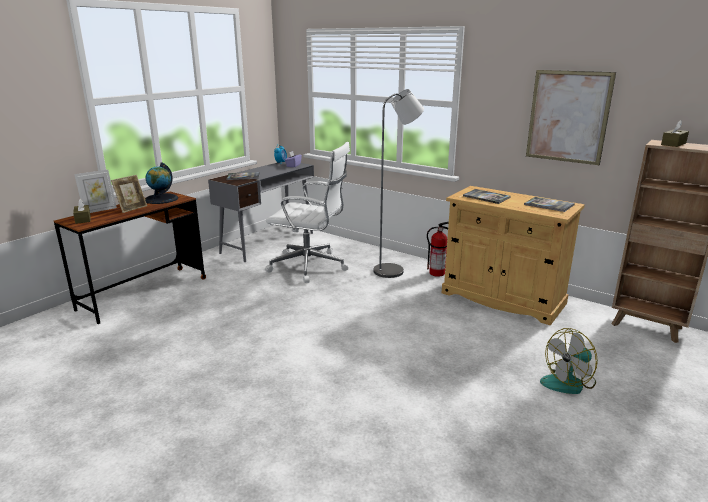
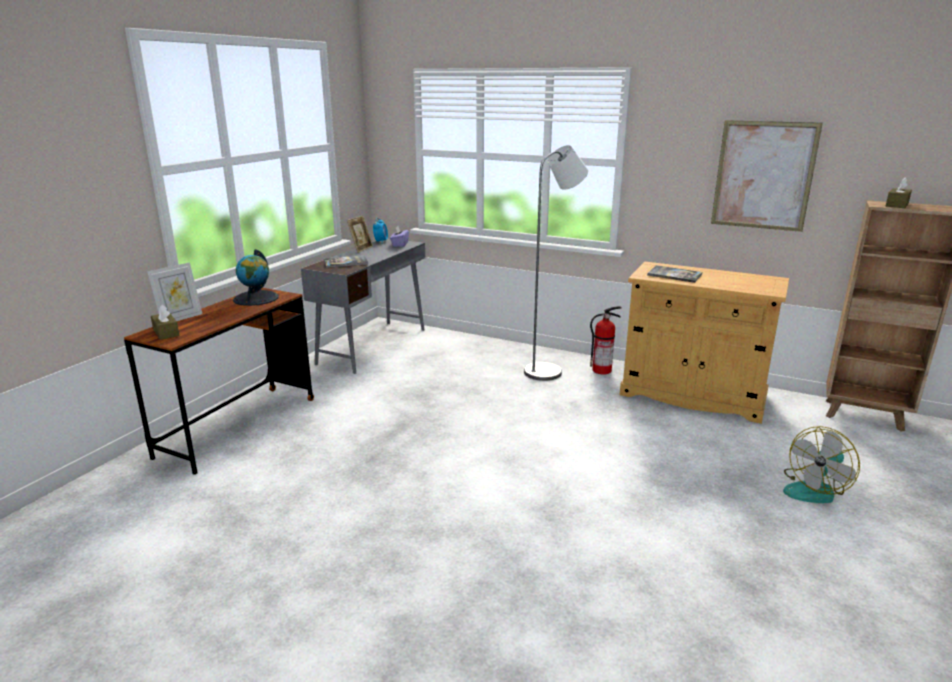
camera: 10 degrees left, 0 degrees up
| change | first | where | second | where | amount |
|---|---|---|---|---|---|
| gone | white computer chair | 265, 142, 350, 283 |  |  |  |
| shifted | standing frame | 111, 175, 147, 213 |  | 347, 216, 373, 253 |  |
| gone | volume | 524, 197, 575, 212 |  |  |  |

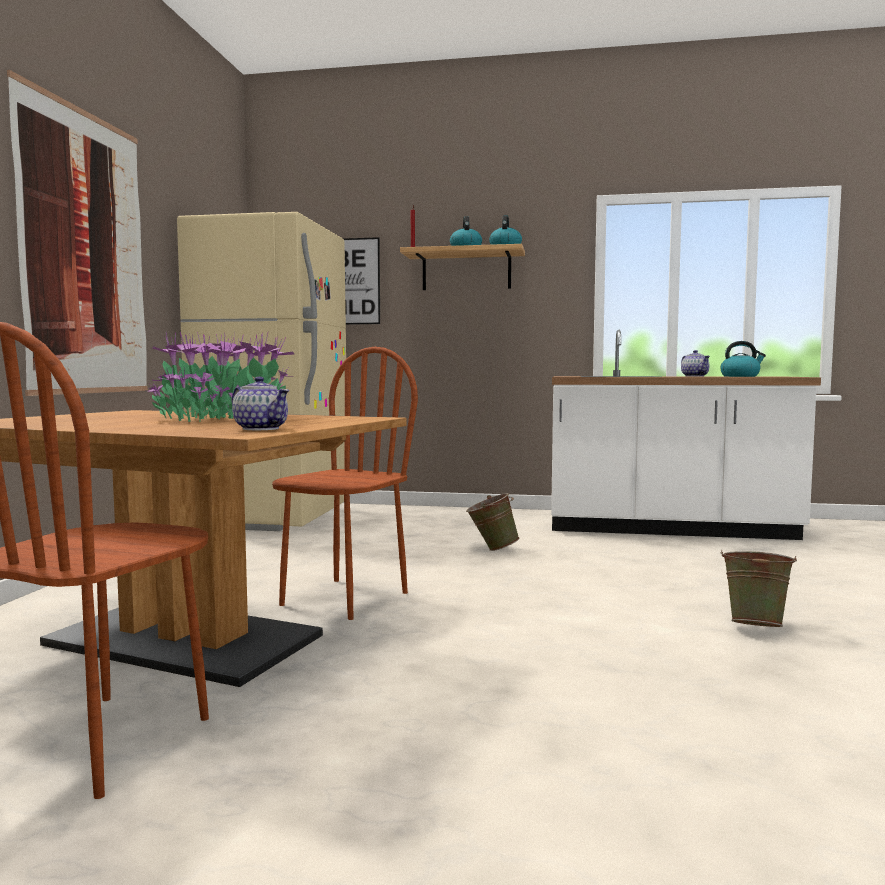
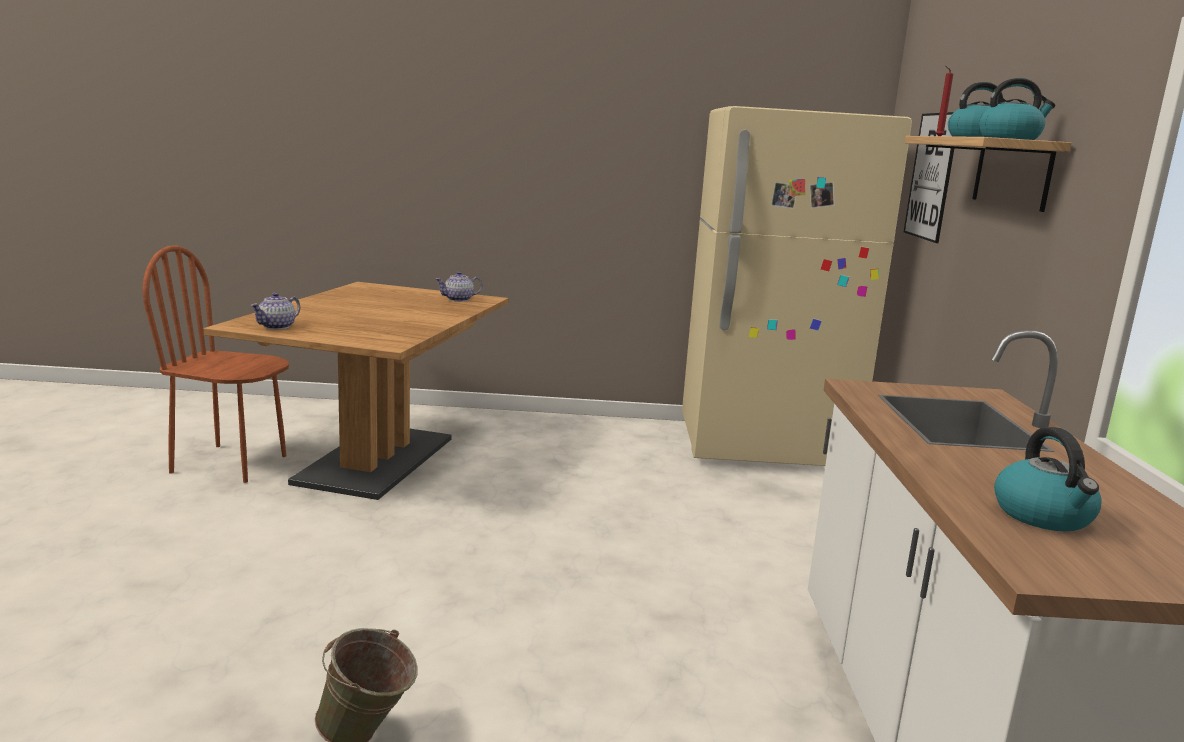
camera: 80 degrees right, 10 degrees up
| change | first | where | second | where | amount |
|---|---|---|---|---|---|
| gone | wall picture | 7, 70, 148, 396 |  |  |  |
| gone | plant in a pot | 145, 332, 294, 422 |  |  |  |
| gone | brown plain chair | 272, 347, 418, 620 |  |  |  |
| shifted | tea pot | 681, 350, 710, 377 |  | 436, 271, 483, 302 |  |
| gone | green-coloured pail | 466, 493, 520, 551 |  |  |  |

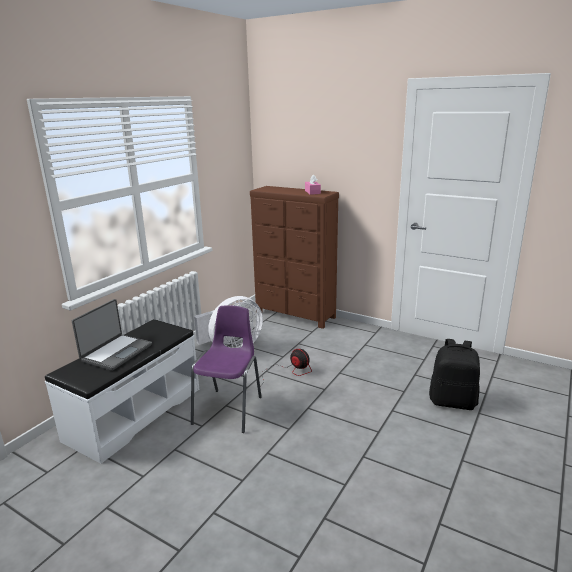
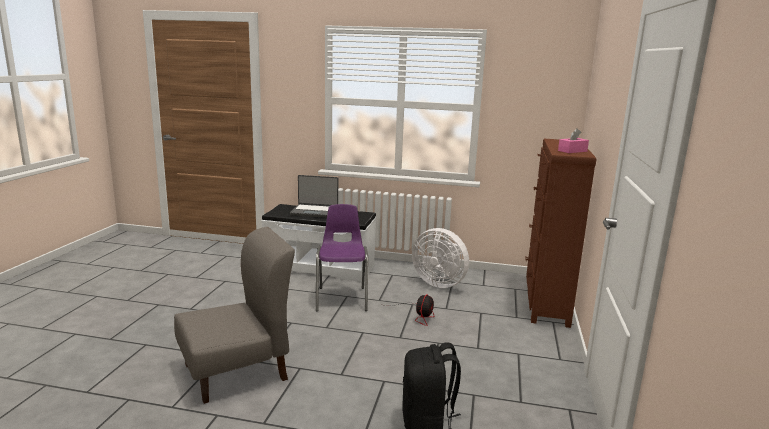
camera: 70 degrees right, 5 degrees down
| change | first | where | second | where | amount |
|---|---|---|---|---|---|
| rotated | purple plain chair | 191, 305, 262, 433 |  | 316, 204, 368, 311 | 90 degrees counterclockwise |
| new |  |  | grey plain chair | 174, 227, 295, 404 |  |

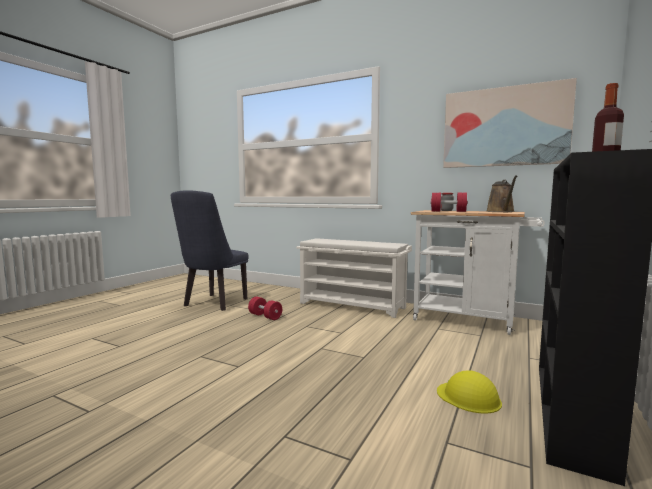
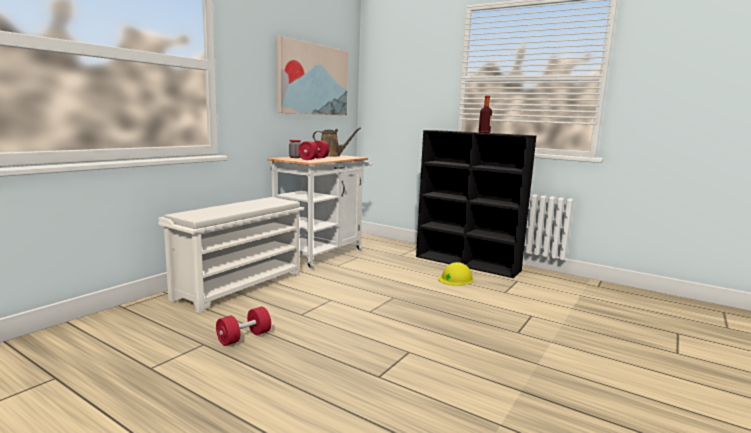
camera: 85 degrees left, 5 degrees up
| change | first | where | second | where | amount |
|---|---|---|---|---|---|
| gone | bluish plain chair | 171, 190, 249, 311 |  |  |  |

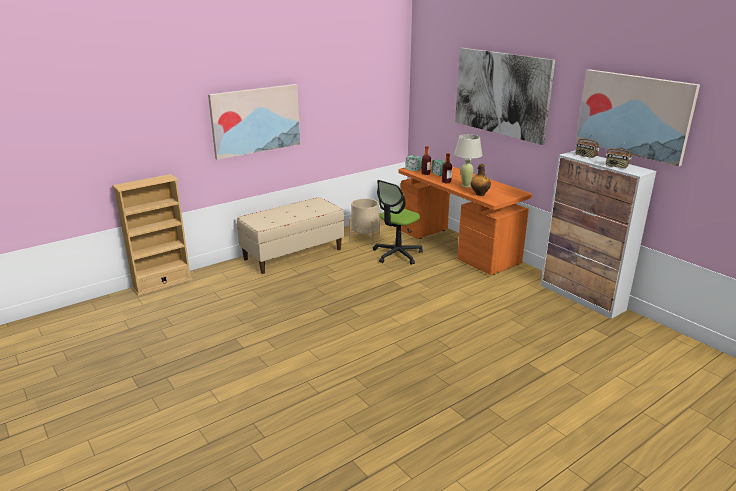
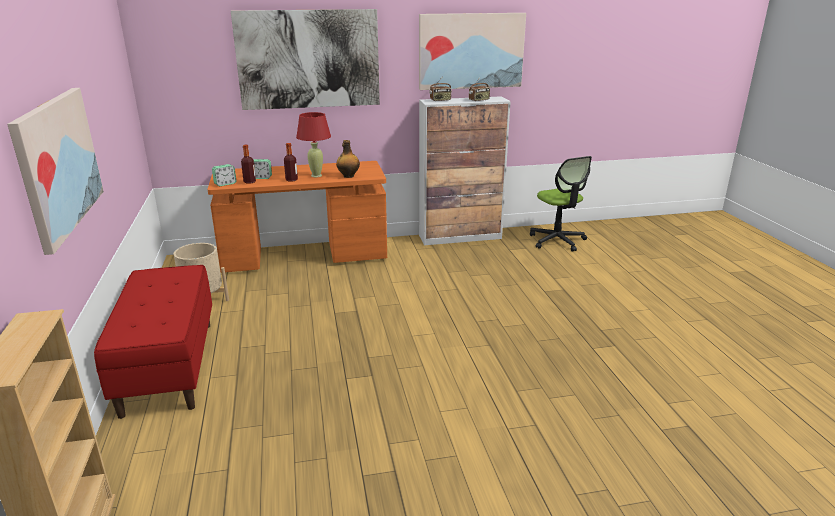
camera: 65 degrees left, 0 degrees up
| change | first | where | second | where | amount |
|---|---|---|---|---|---|
| repainted | sand-coloured table lamp | 454, 134, 482, 187 | reddish table lamp | 296, 112, 331, 177 |  |
| shifted | computer chair | 373, 180, 423, 264 |  | 530, 156, 592, 252 |  |
| repainted | sand-coloured long seat | 237, 197, 344, 274 | reddish long seat | 94, 265, 212, 419 |  |

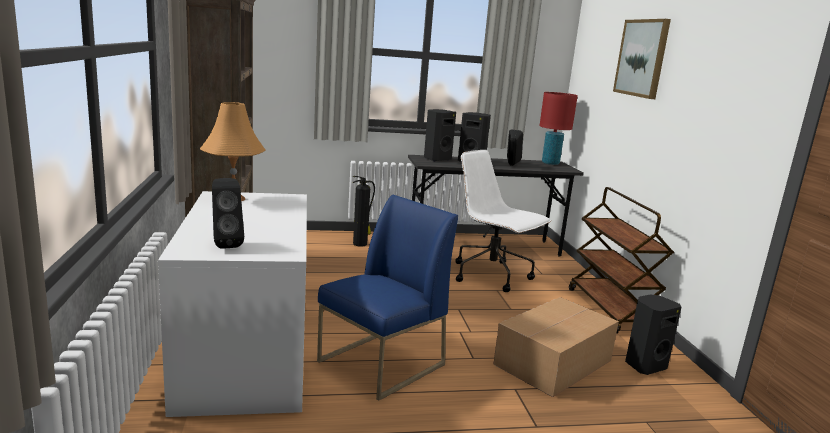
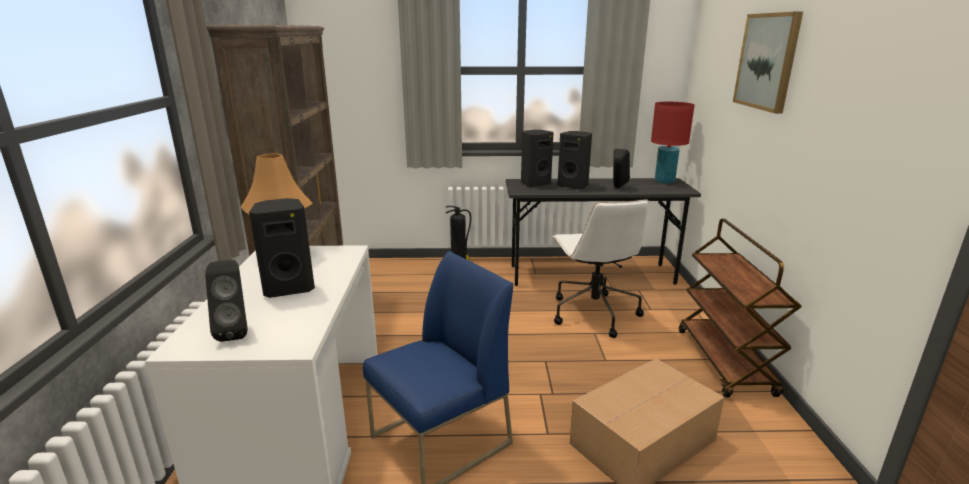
camera: 10 degrees right, 5 degrees up
| change | first | where | second | where | amount |
|---|---|---|---|---|---|
| rotated | white computer chair | 455, 150, 551, 292 |  | 552, 199, 649, 338 | 150 degrees counterclockwise |
| shifted | black audio speaker | 625, 295, 681, 375 |  | 249, 198, 315, 298 |  |

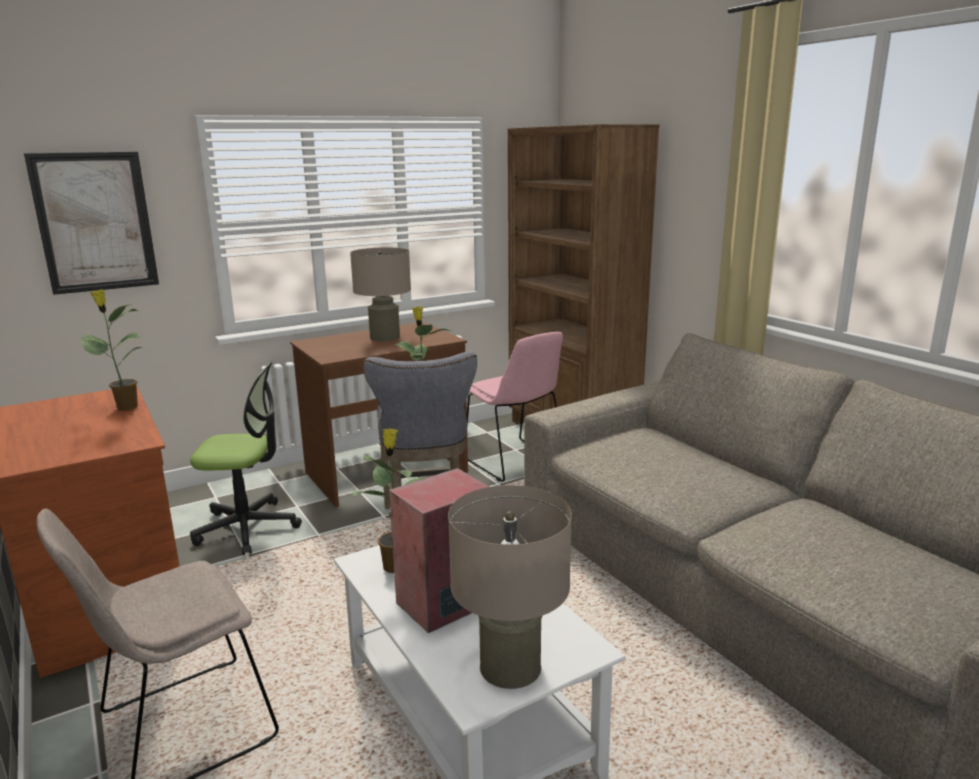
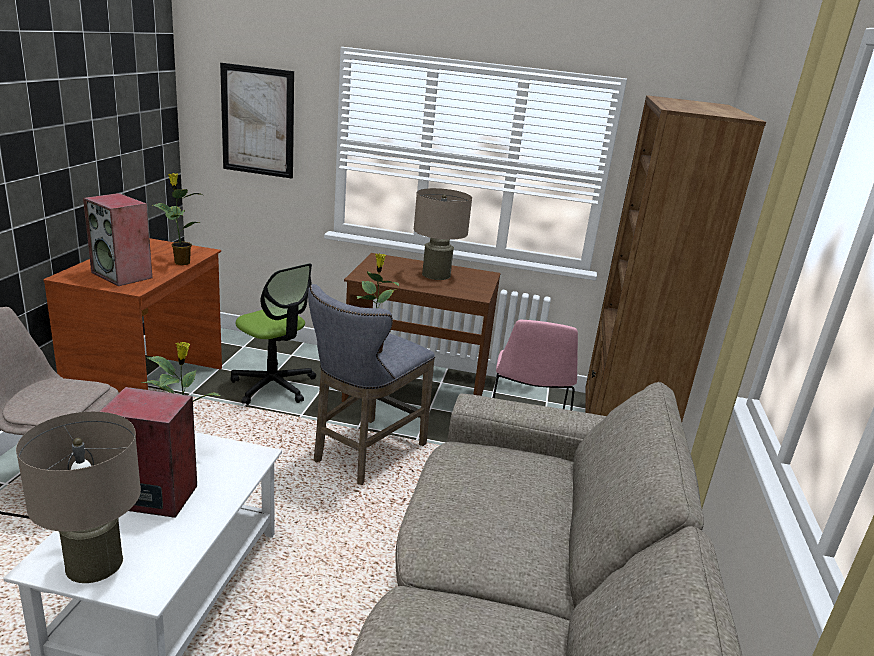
camera: 40 degrees right, 5 degrees up
| change | first | where | second | where | amount |
|---|---|---|---|---|---|
| new |  |  | audio speaker | 83, 193, 152, 286 |  |

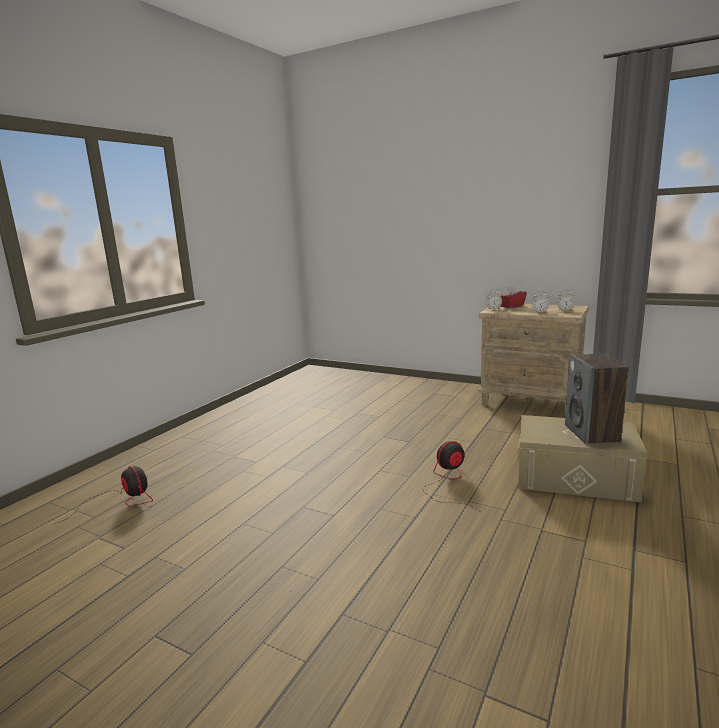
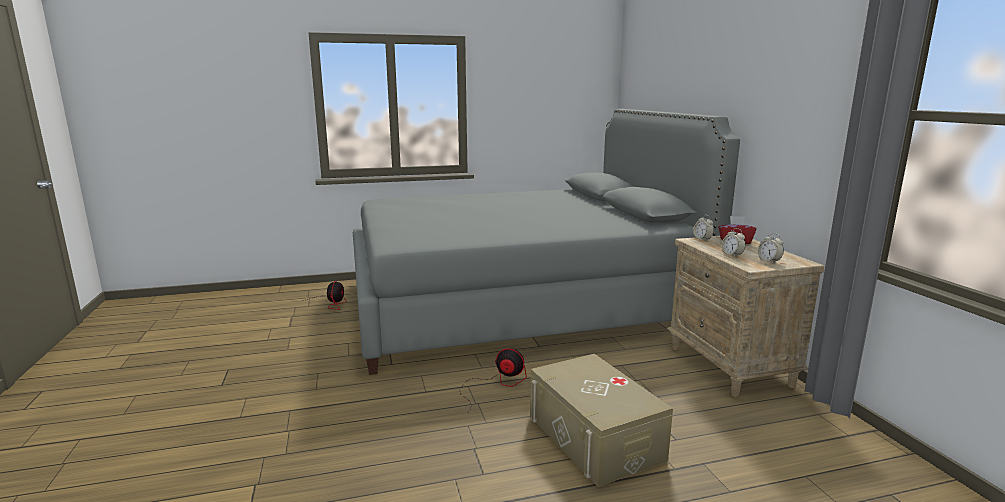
camera: 45 degrees right, 0 degrees up
| change | first | where | second | where | amount |
|---|---|---|---|---|---|
| gone | audio speaker | 565, 353, 629, 444 |  |  |  |
| new |  |  | grey sleeping bed | 353, 109, 740, 375 |  |

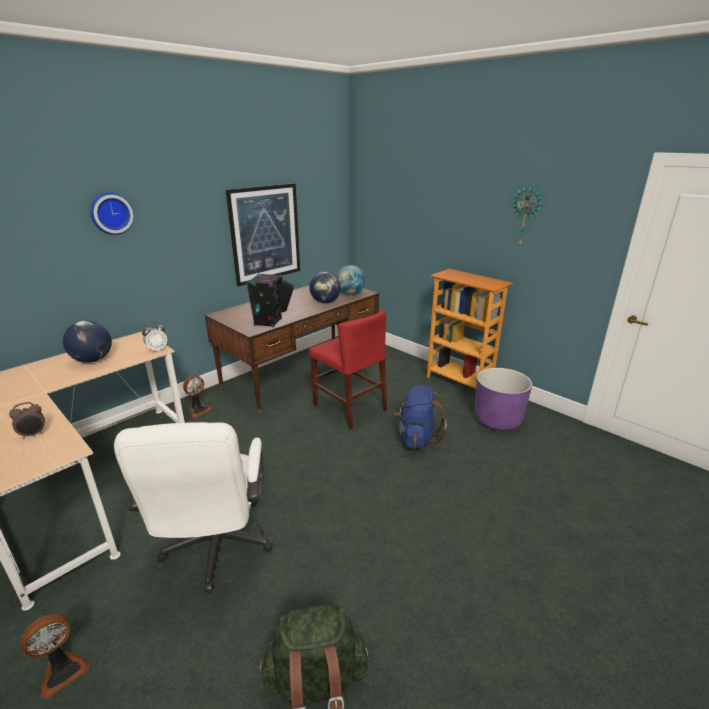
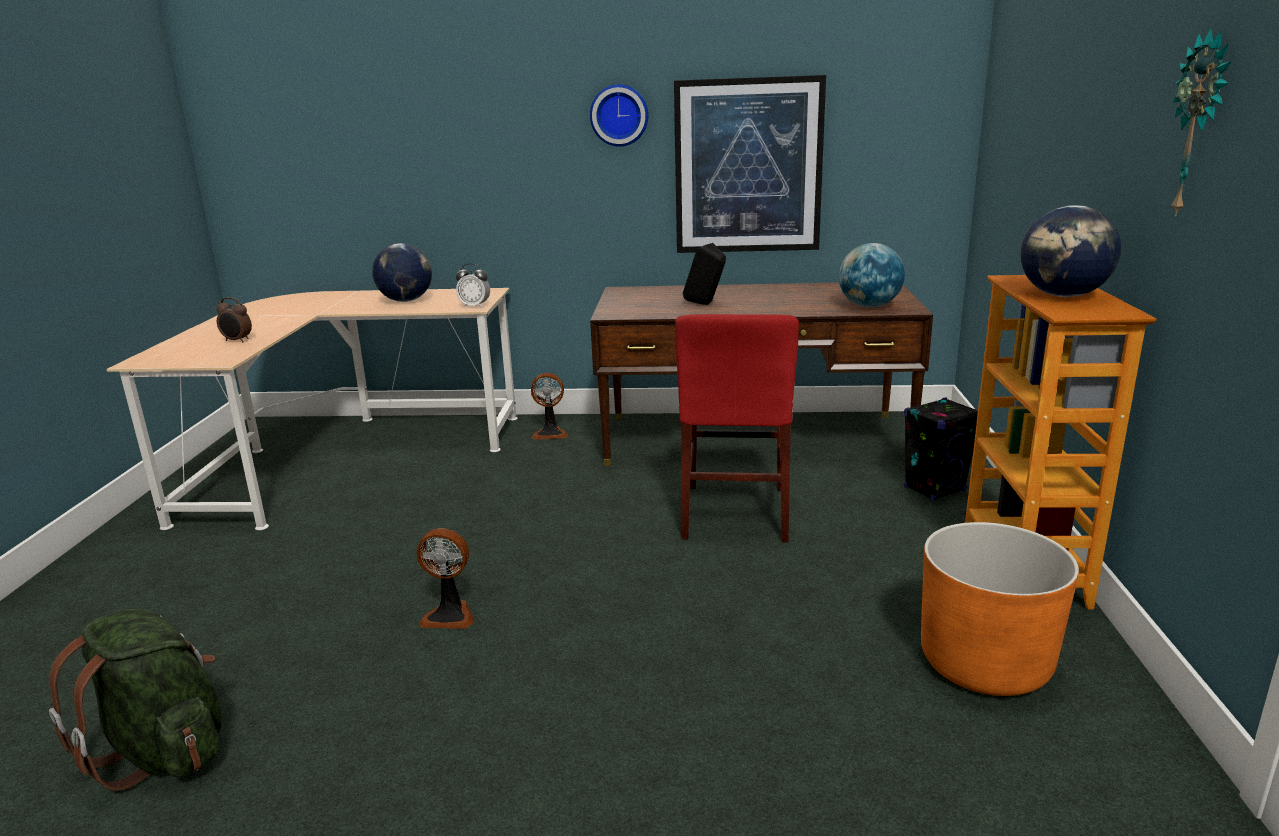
camera: 50 degrees right, 5 degrees down
| change | first | where | second | where | amount |
|---|---|---|---|---|---|
| shifted | clock on the wall | 90, 192, 134, 235 |  | 590, 84, 648, 147 |  |
| shifted | desk globe | 309, 272, 341, 303 |  | 1021, 205, 1121, 297 |  |
| shifted | black audio speaker | 246, 273, 283, 327 |  | 904, 397, 978, 501 |  |
| repainted | purple plant pot | 474, 368, 532, 431 | orange plant pot | 921, 522, 1079, 696 |  |
| gone | bluish backpack | 394, 386, 447, 449 |  |  |  |
| gone | white computer chair | 114, 422, 273, 593 |  |  |  |
| shifted | cooling fan | 21, 613, 89, 699 |  | 416, 528, 473, 629 |  |

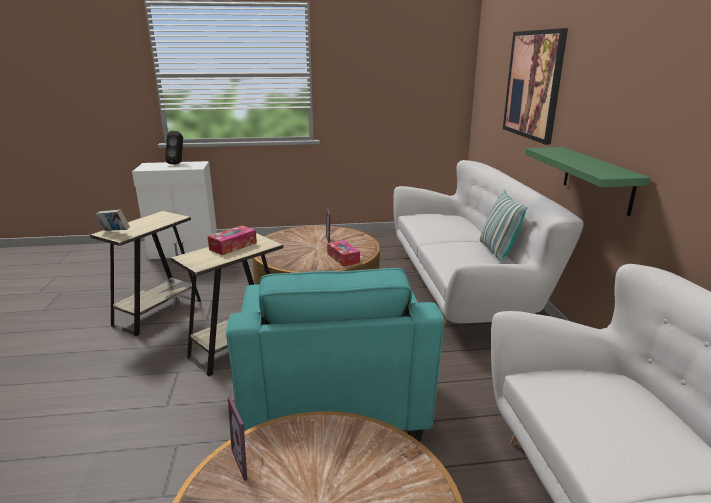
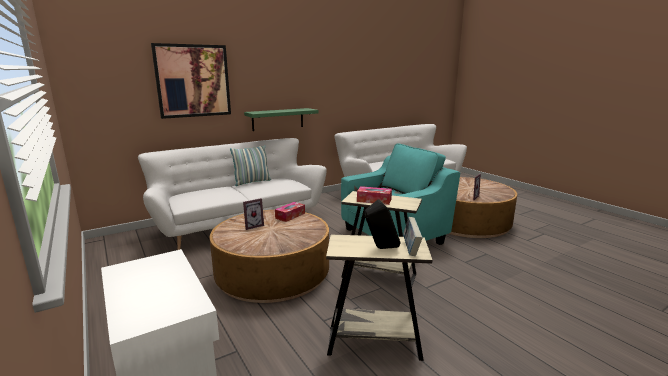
camera: 115 degrees left, 5 degrees down
| change | first | where | second | where | amount |
|---|---|---|---|---|---|
| shifted | black audio speaker | 165, 131, 183, 164 |  | 364, 199, 400, 249 |  |

